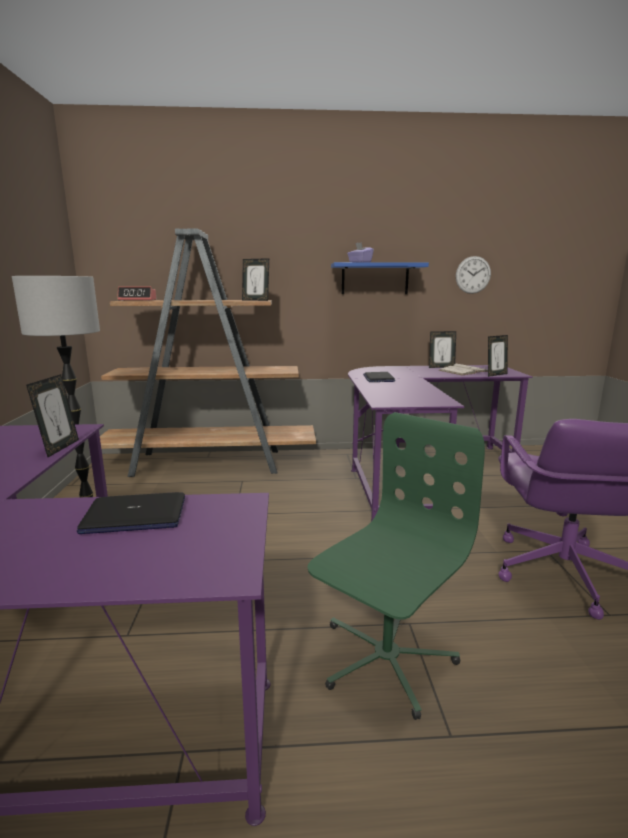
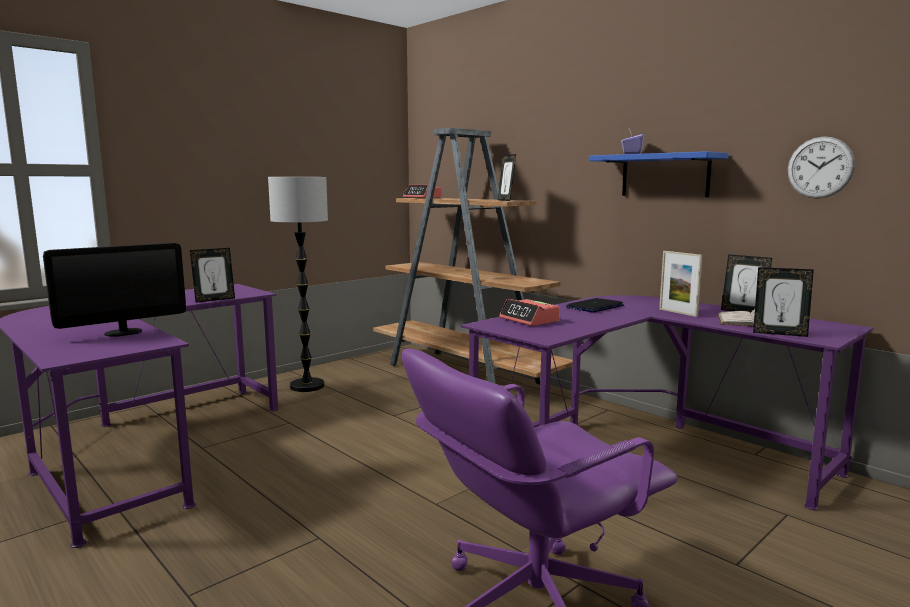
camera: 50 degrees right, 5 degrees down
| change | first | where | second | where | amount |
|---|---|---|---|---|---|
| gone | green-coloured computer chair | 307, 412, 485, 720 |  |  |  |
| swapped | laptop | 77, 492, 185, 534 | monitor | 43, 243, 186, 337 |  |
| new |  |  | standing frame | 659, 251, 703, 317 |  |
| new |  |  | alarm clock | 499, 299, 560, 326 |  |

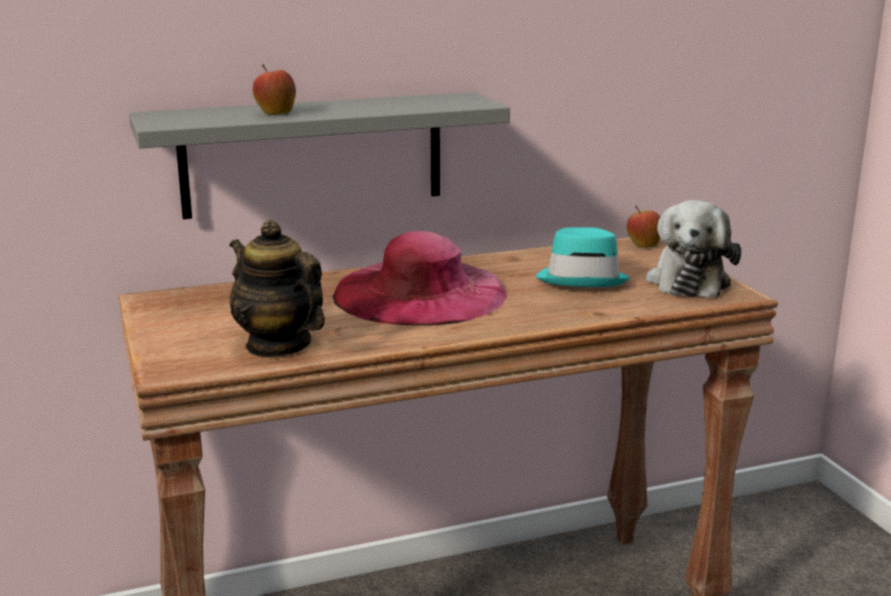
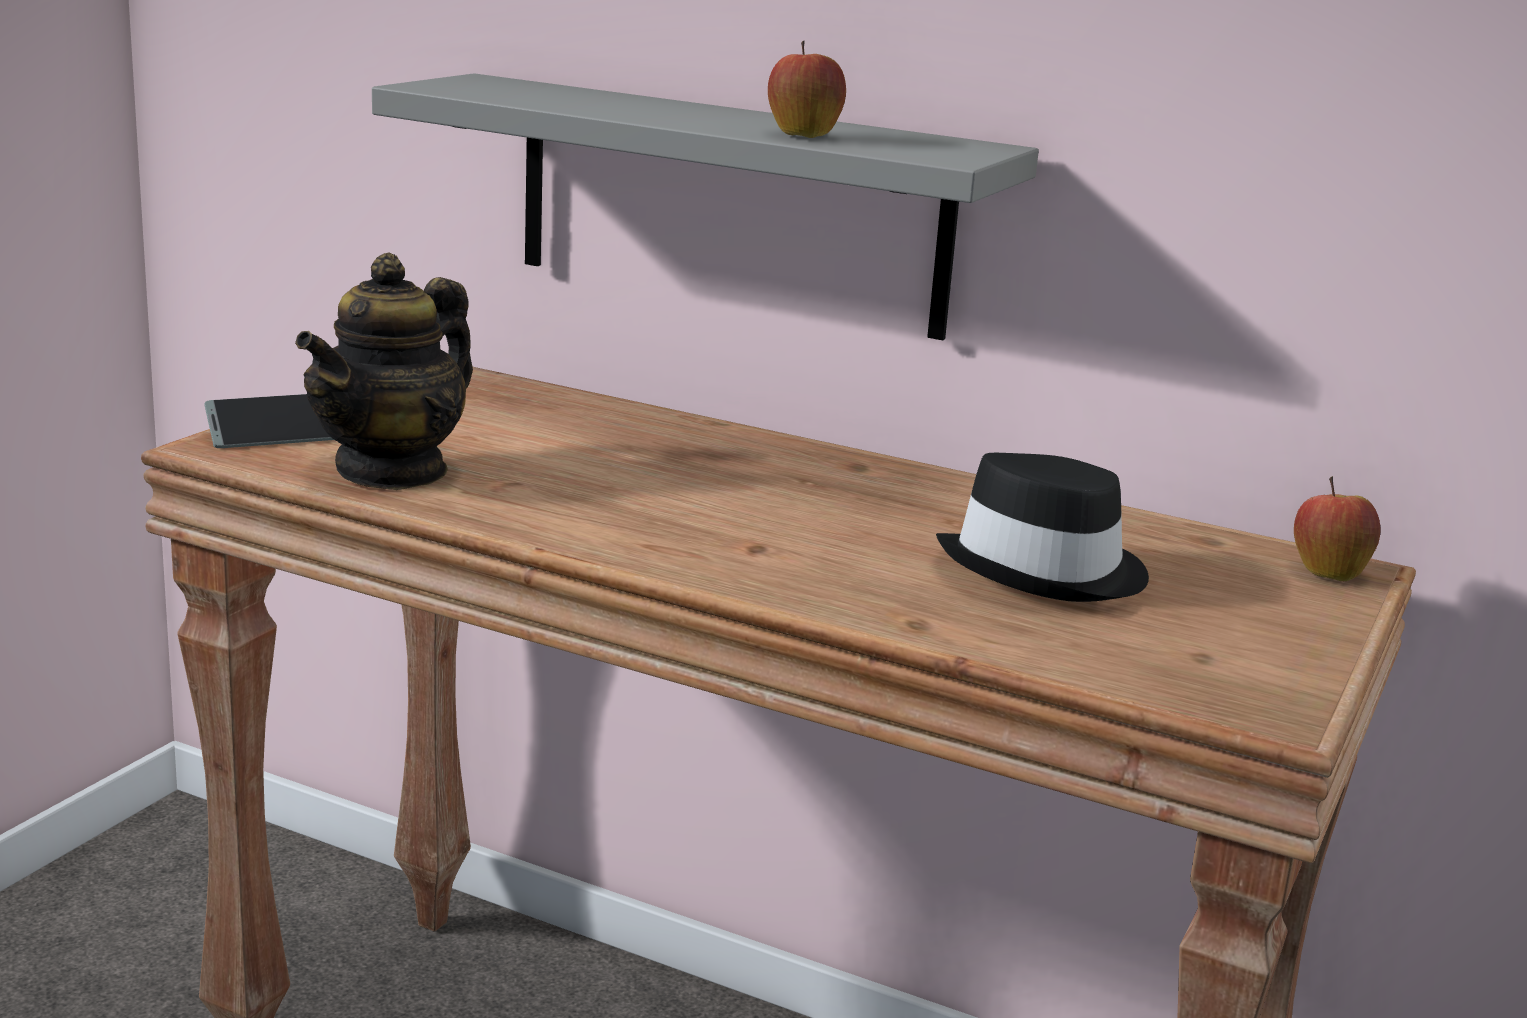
camera: 45 degrees right, 0 degrees up
| change | first | where | second | where | amount |
|---|---|---|---|---|---|
| shifted | whole apple | 253, 64, 296, 115 |  | 768, 41, 846, 138 |  |
| gone | soft toy | 646, 200, 741, 298 |  |  |  |
| rotated | tea pot | 230, 220, 325, 358 |  | 295, 252, 473, 490 | 150 degrees counterclockwise |
| repainted | turquoise hat | 536, 227, 630, 287 | black hat | 936, 453, 1149, 602 |  |
| gone | pink hat | 333, 231, 507, 326 |  |  |  |
| new |  |  | telephone | 204, 394, 334, 448 |  |

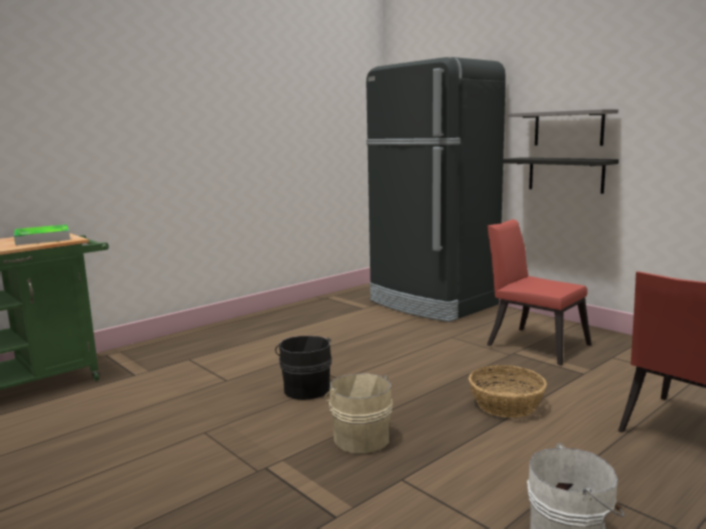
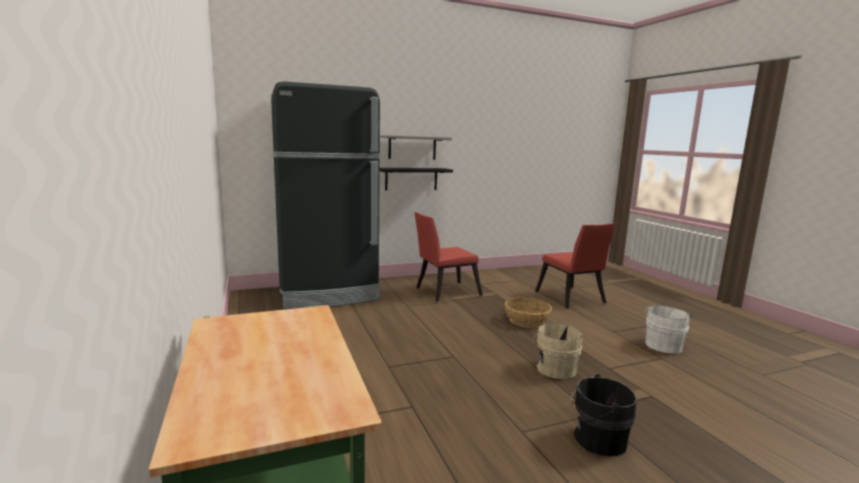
camera: 70 degrees left, 0 degrees up
| change | first | where | second | where | amount |
|---|---|---|---|---|---|
| gone | carrying tray | 14, 224, 70, 245 |  |  |  |
| shifted | black pail | 275, 336, 332, 400 |  | 571, 374, 637, 456 |  |

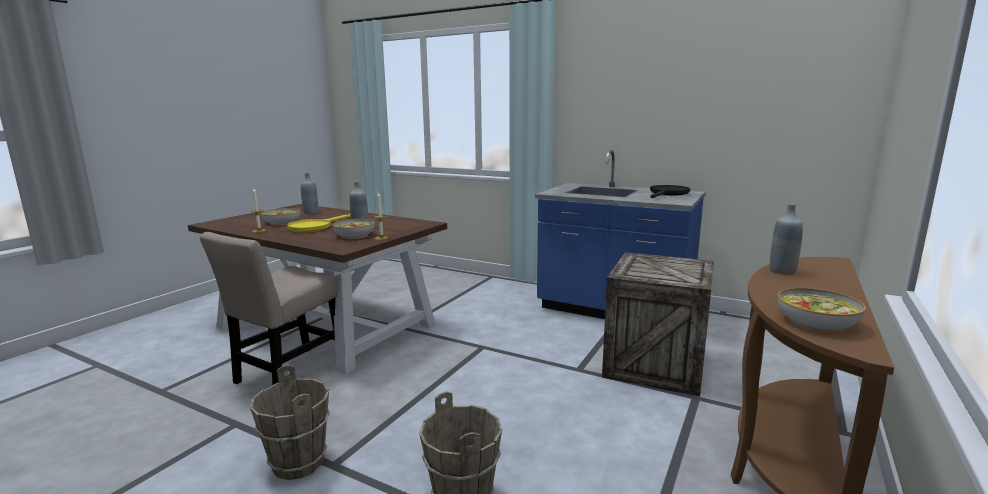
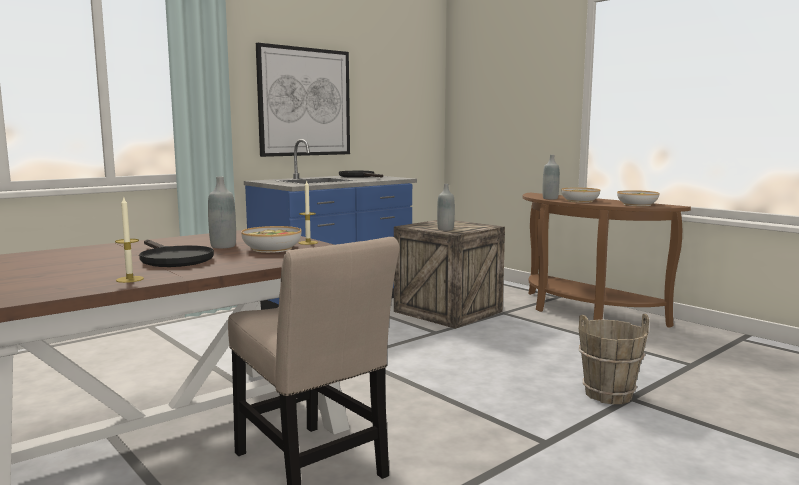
camera: 70 degrees left, 5 degrees down
| change | first | where | second | where | amount |
|---|---|---|---|---|---|
| shifted | grey beverage bottle | 301, 173, 318, 214 |  | 437, 184, 455, 231 |  |
| shifted | deep dish | 261, 208, 300, 225 |  | 561, 188, 600, 203 |  |
| repainted | yellow-coloured frying pan | 287, 214, 351, 232 | black frying pan | 139, 240, 214, 267 |  |
| gone | brown pail | 250, 365, 330, 480 |  |  |  |
| new |  |  | wall picture | 256, 43, 350, 157 |  |

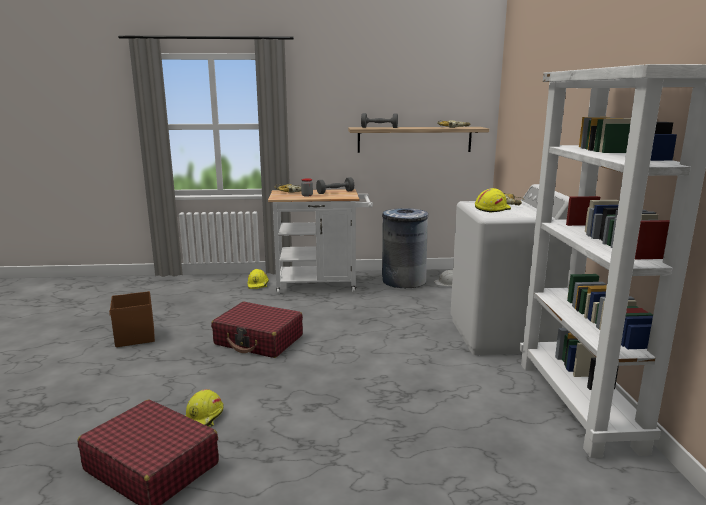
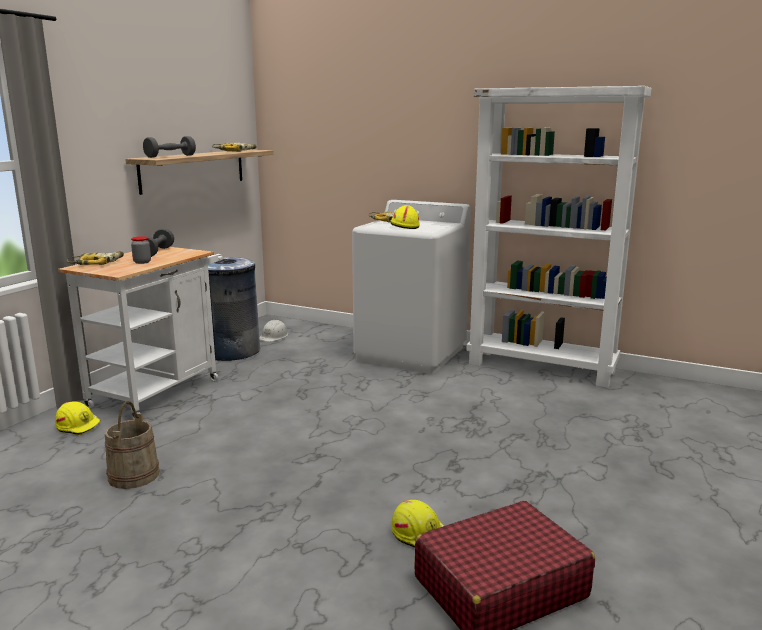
camera: 60 degrees left, 0 degrees up
| change | first | where | second | where | amount |
|---|---|---|---|---|---|
| gone | brown storage box | 109, 291, 155, 347 |  |  |  |
| gone | reddish piece of luggage | 211, 302, 303, 358 |  |  |  |
| new |  |  | sand-coloured pail | 105, 401, 160, 489 |  |

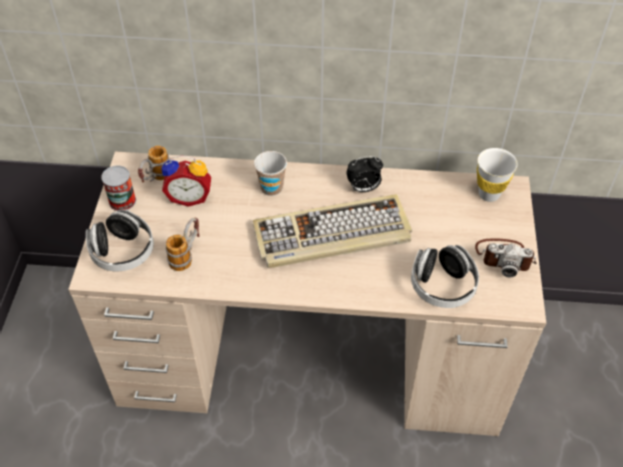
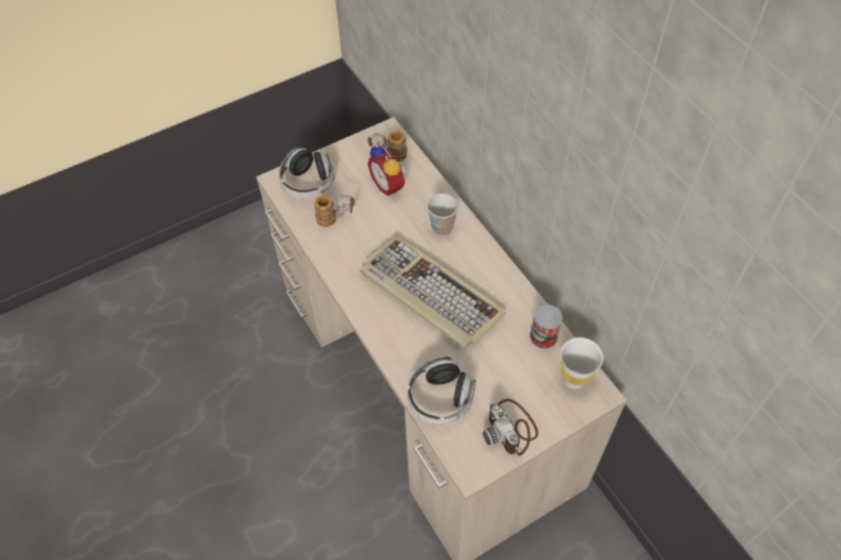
camera: 55 degrees right, 5 degrees up
| change | first | where | second | where | amount |
|---|---|---|---|---|---|
| gone | alarm clock | 347, 156, 383, 192 |  |  |  |
| shifted | sealed can | 101, 166, 136, 211 |  | 530, 305, 563, 349 |  |

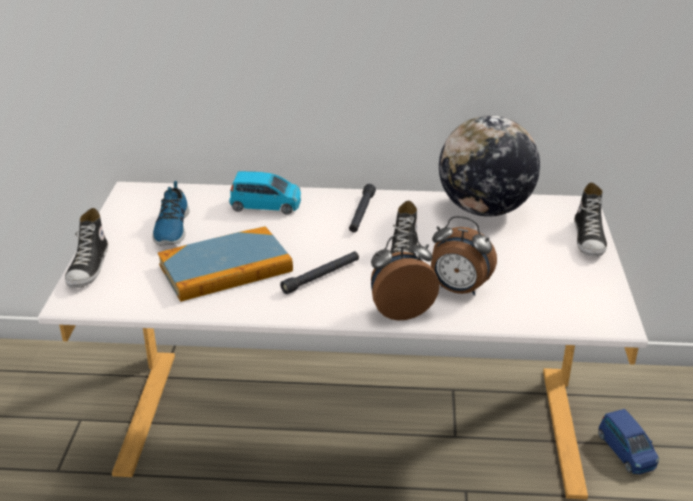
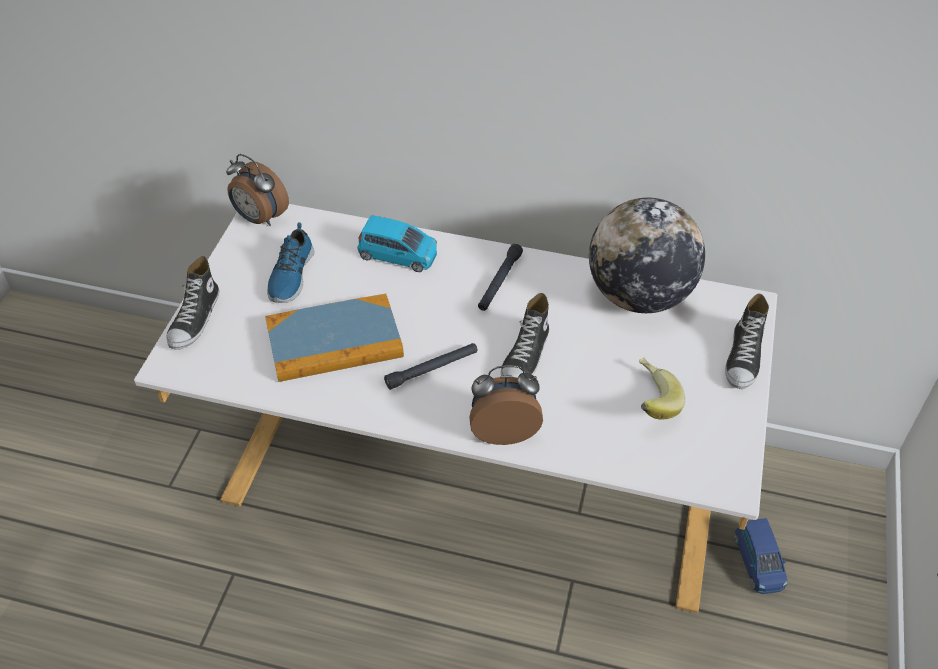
camera: 10 degrees right, 15 degrees up
| change | first | where | second | where | amount |
|---|---|---|---|---|---|
| shifted | alarm clock | 431, 216, 497, 296 |  | 226, 154, 289, 226 |  |
| new |  |  | whole banana | 639, 357, 685, 420 |  |

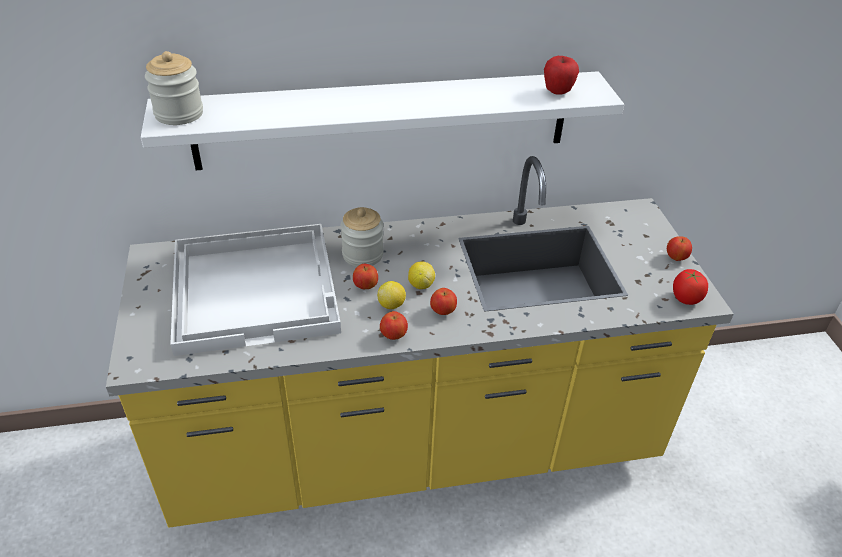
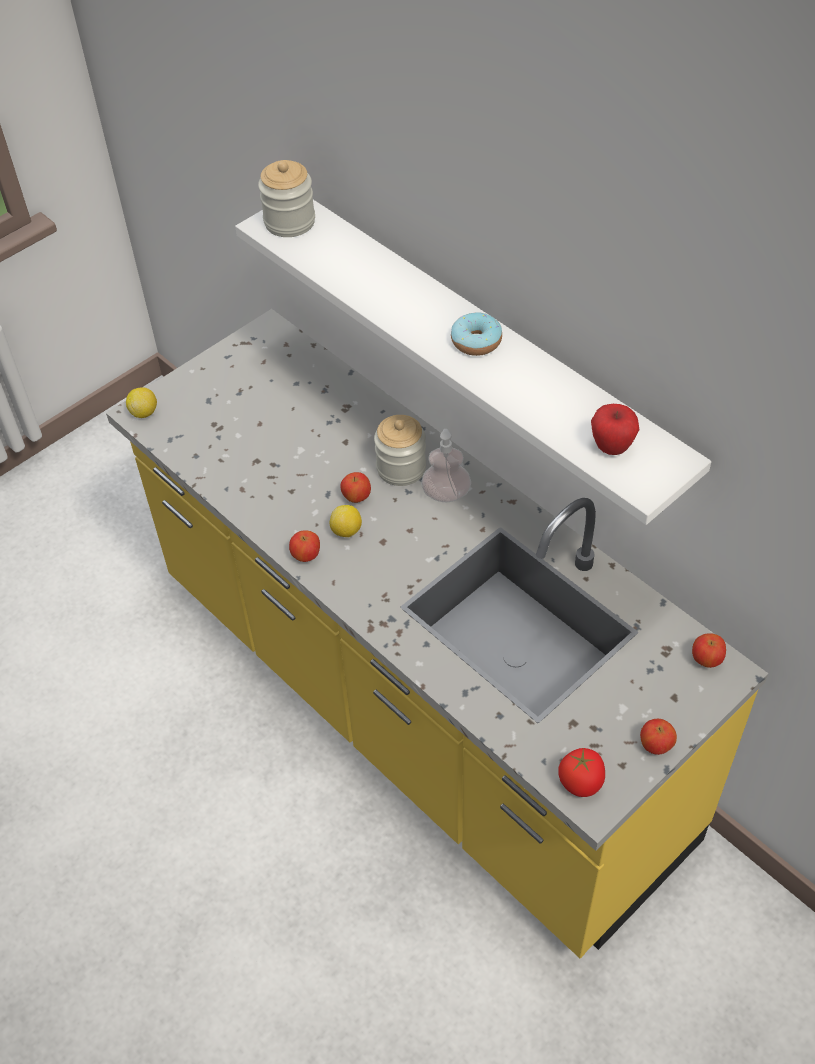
camera: 60 degrees right, 10 degrees up
| change | first | where | second | where | amount |
|---|---|---|---|---|---|
| gone | white carrying tray | 170, 224, 341, 356 |  |  |  |
| shifted | lemon | 408, 261, 435, 289 |  | 126, 387, 157, 418 |  |
| shifted | whole apple | 430, 288, 457, 315 |  | 692, 633, 726, 668 |  |
| new |  |  | doughnut | 451, 312, 502, 356 |  |
| new |  |  | liquid soap bottle | 421, 429, 471, 502 |  |

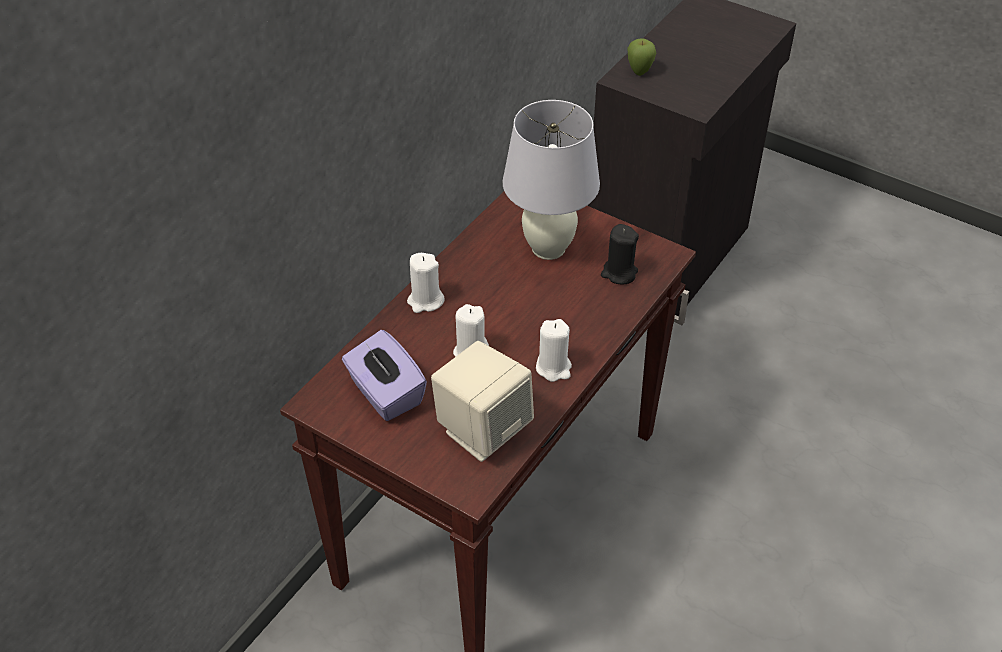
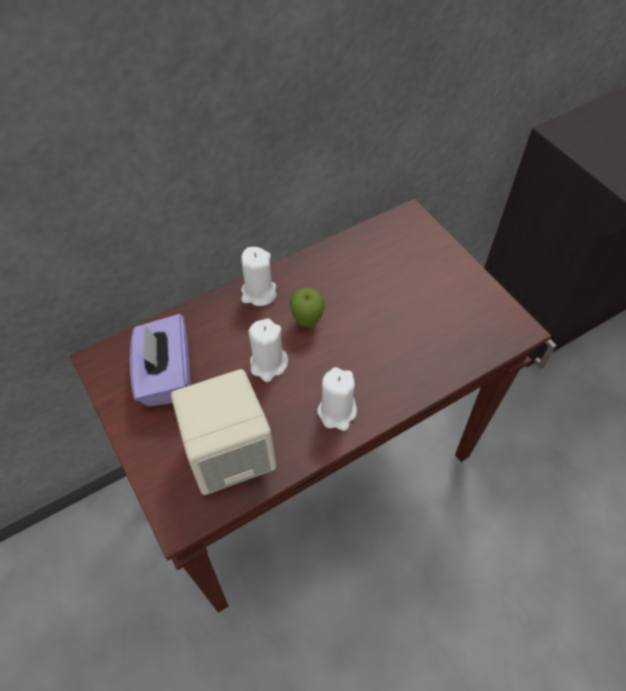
camera: 25 degrees right, 10 degrees up
| change | first | where | second | where | amount |
|---|---|---|---|---|---|
| shifted | whole apple | 627, 38, 656, 76 |  | 290, 287, 325, 328 |  |
| gone | white table lamp | 503, 100, 600, 260 |  |  |  |
| gone | black wax light | 601, 224, 639, 285 |  |  |  |

